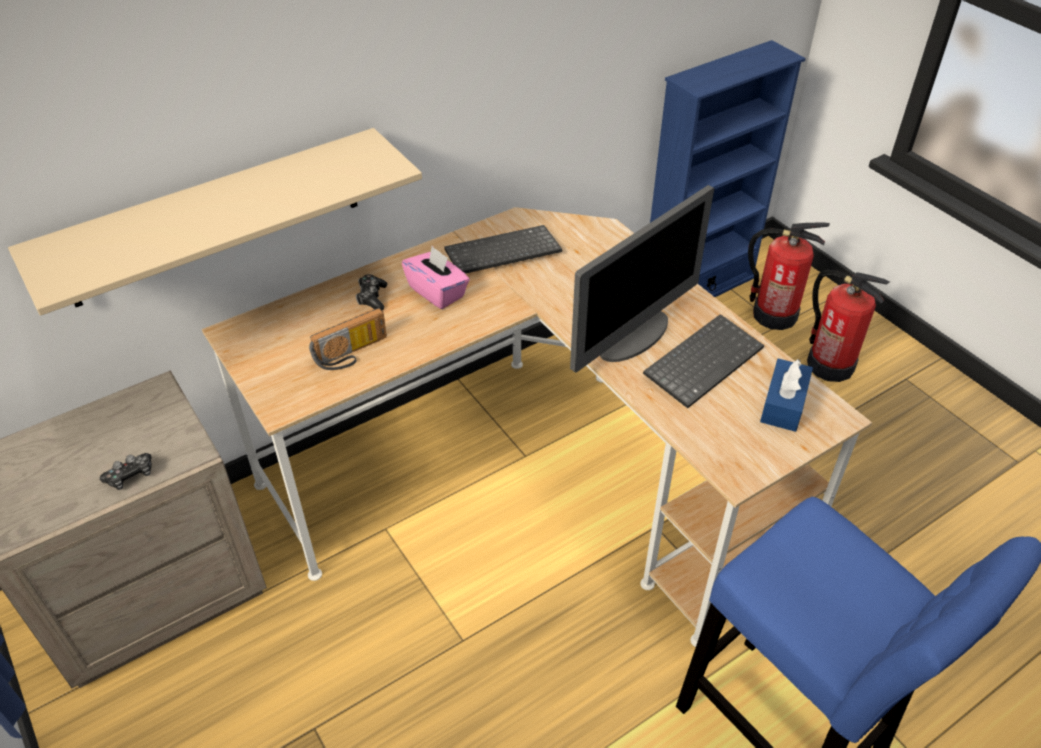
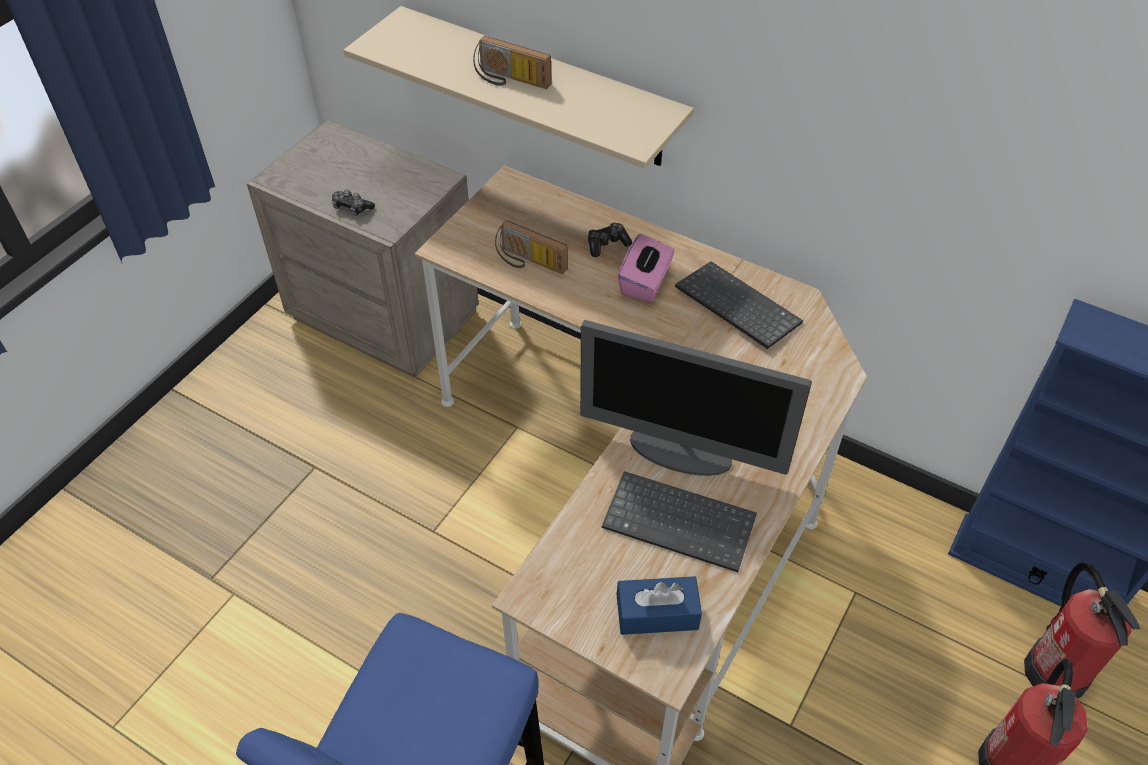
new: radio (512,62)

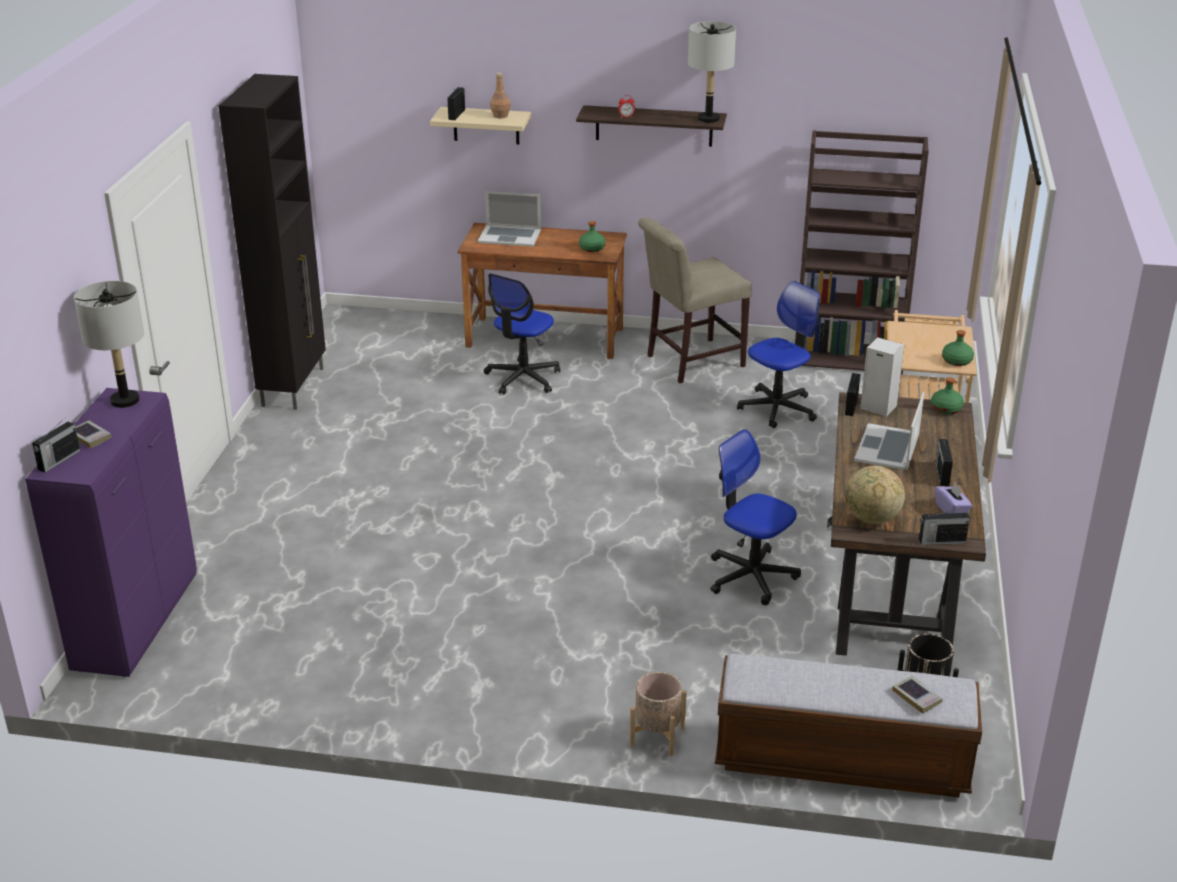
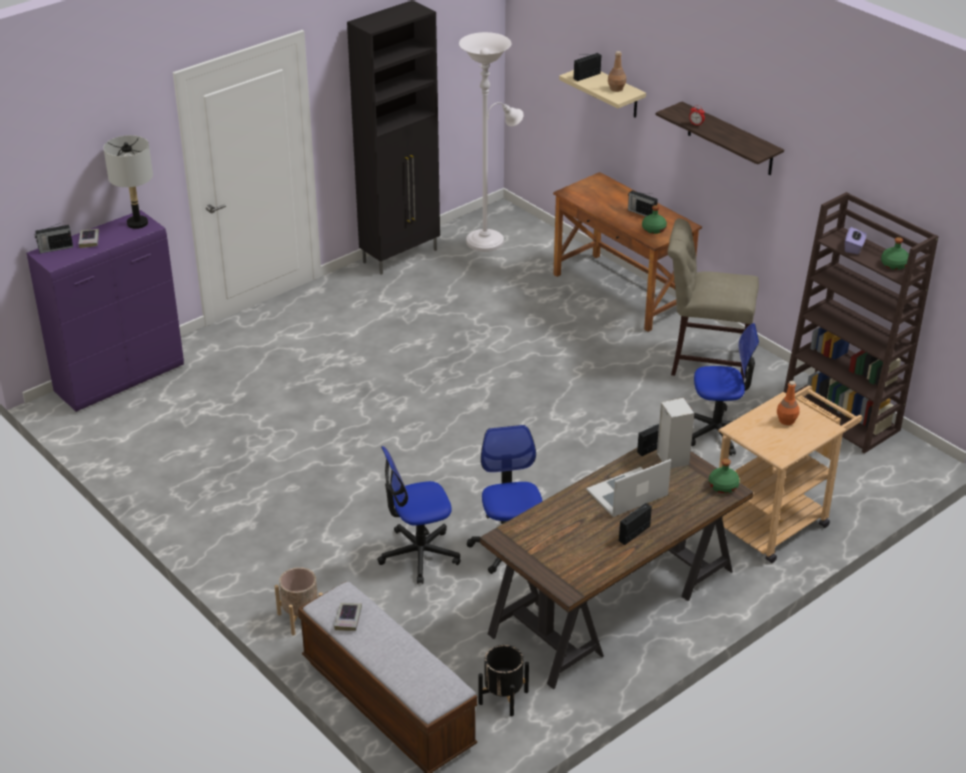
gone: portátil (509,219); lámpara de mesa [gris] (712,72); globo terráqueo (875,495)
new: lámpara de pie [blanco] (491,142); botella [naranja] (788,403)
shifted: silla de oficina (522,334) to (419,515); libro (917,695) to (348,617); radio (944,526) to (643,203); caja de pañuelos [morado] (953,498) to (856,240); botella [verde] (958,348) to (895,253)

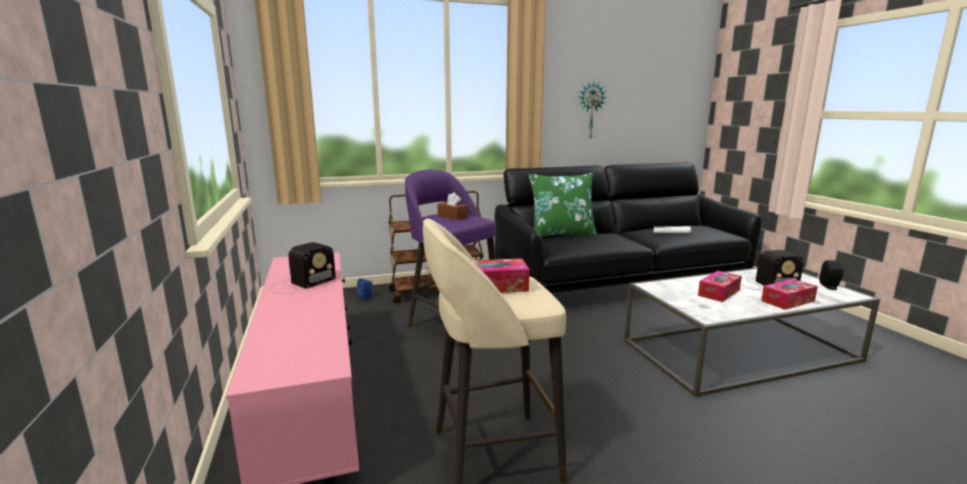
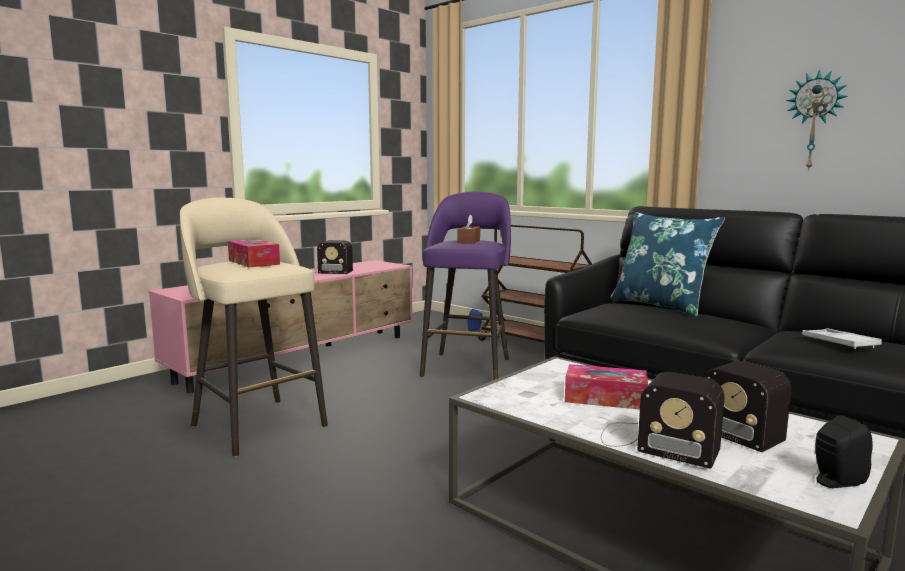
swapped: caja de pañuelos (789,294) to radio (662,420)
repainted: cojín [verde] (563,205) to cojín [azul] (667,264)

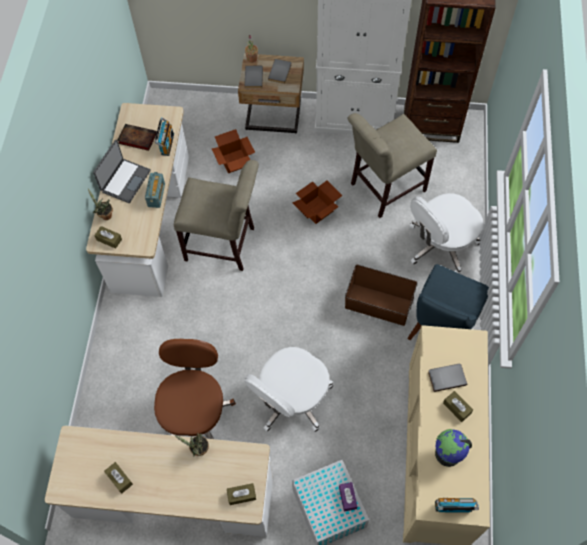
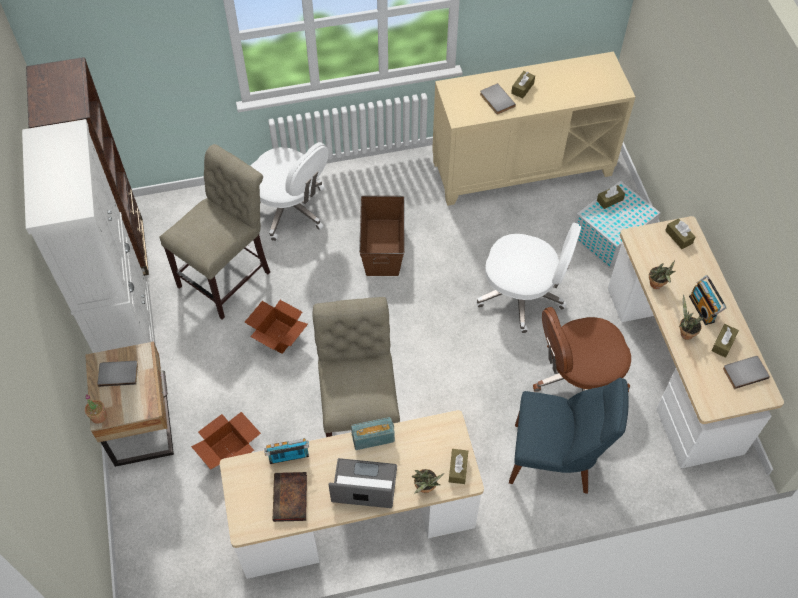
gone: globo terráqueo (453,448)
new: planta en maceta (691,317)
shifted: libro [gris] (253,77) to (746,372); silla [azul] (448,302) to (569,435); radio (457,505) to (708,300)
repainted: caja de pañuelos [morado] (348,497) to caja de pañuelos [marrón] (611,197)
rotated: silla [beis] (392,165) = (214,231) 90 degrees counterclockwise

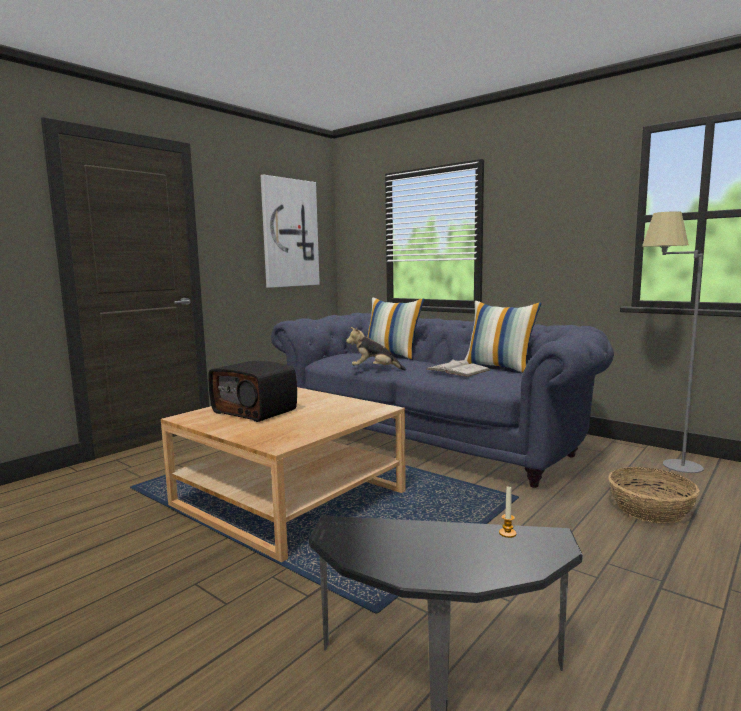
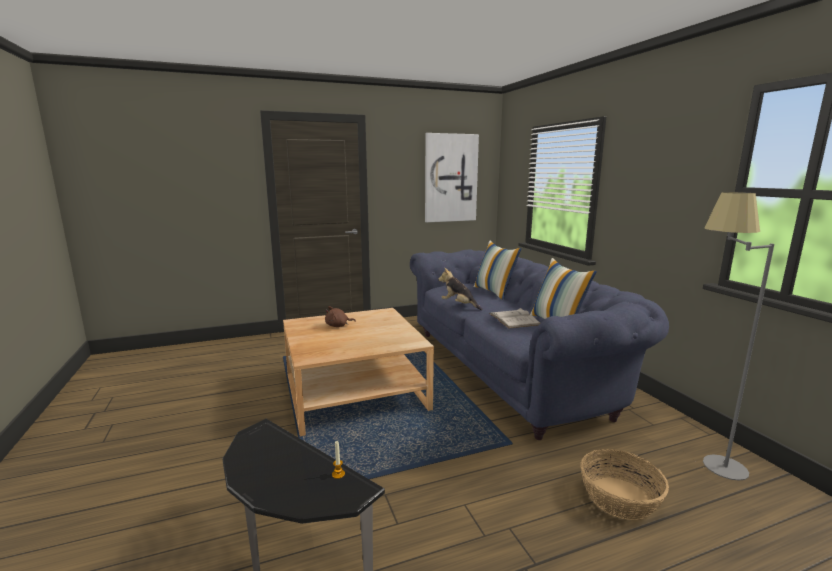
swapped: radio (252,391) to peluche [marrón] (340,316)

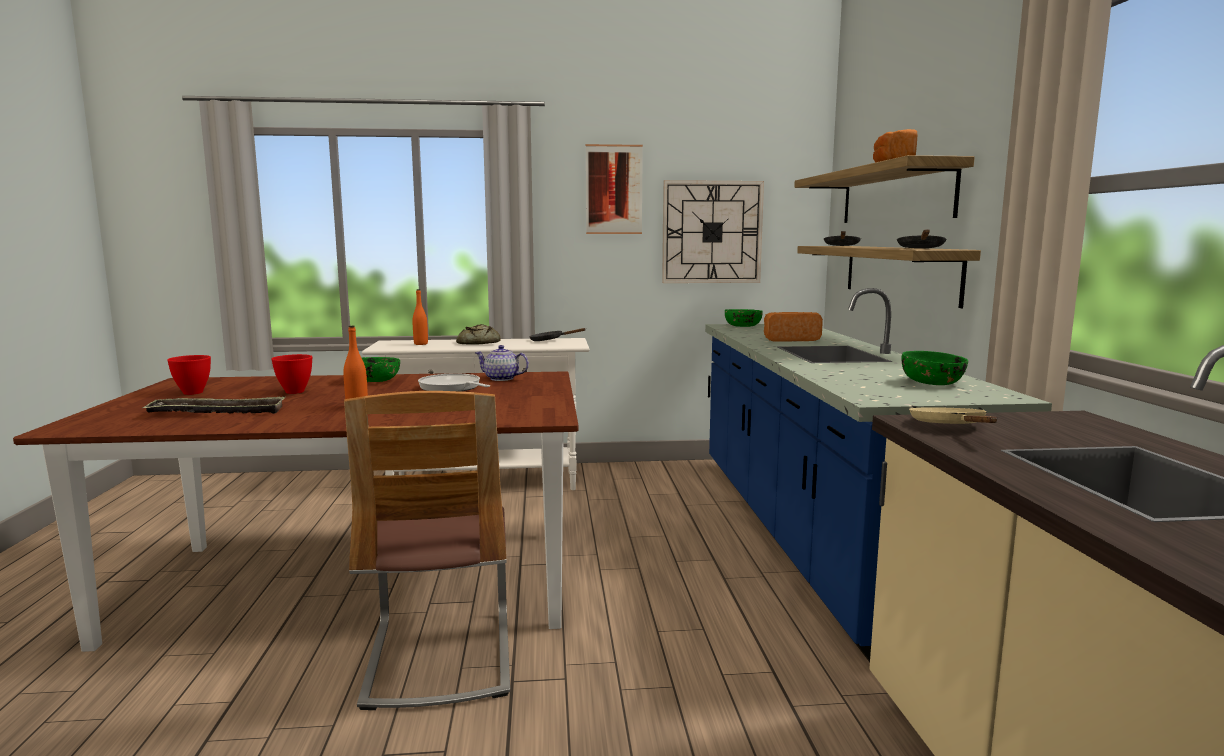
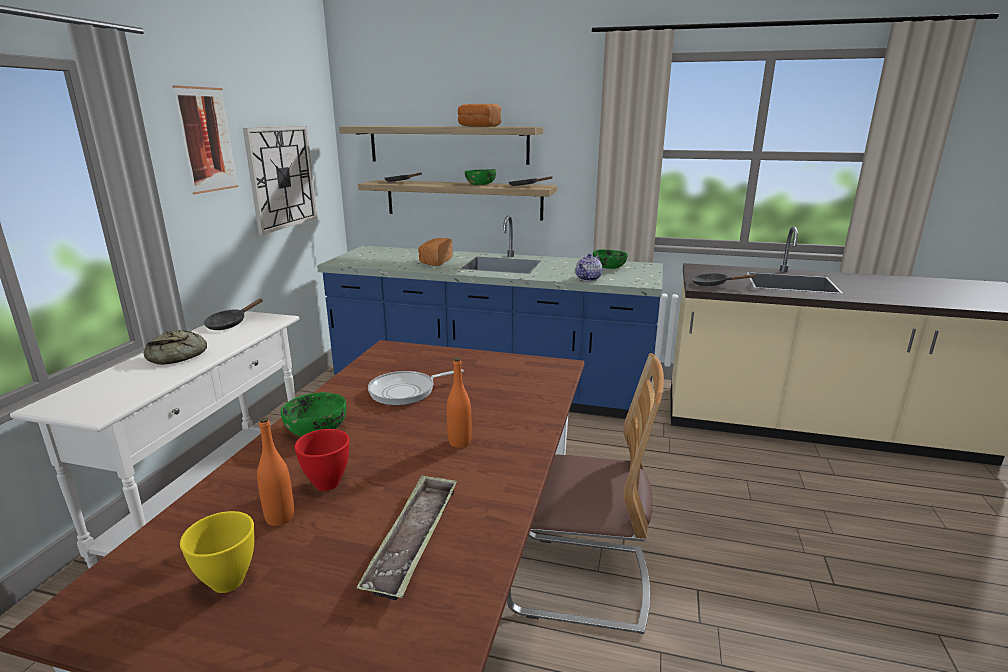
shifted: botella [naranja] (420,317) to (275,471); tetera (502,363) to (589,267); cuenco [verde] (744,318) to (480,177)
repainted: cuenco [rojo] (189,375) to cuenco [amarillo] (217,552); sartén [beis] (953,415) to sartén [negro] (724,279)

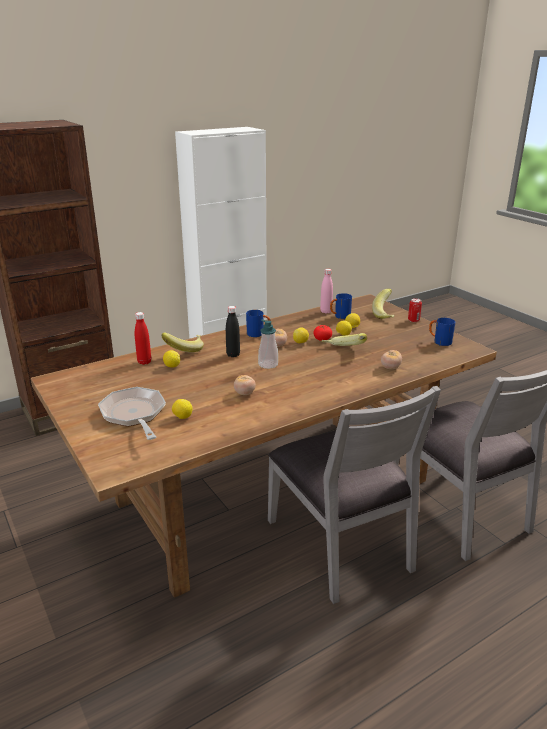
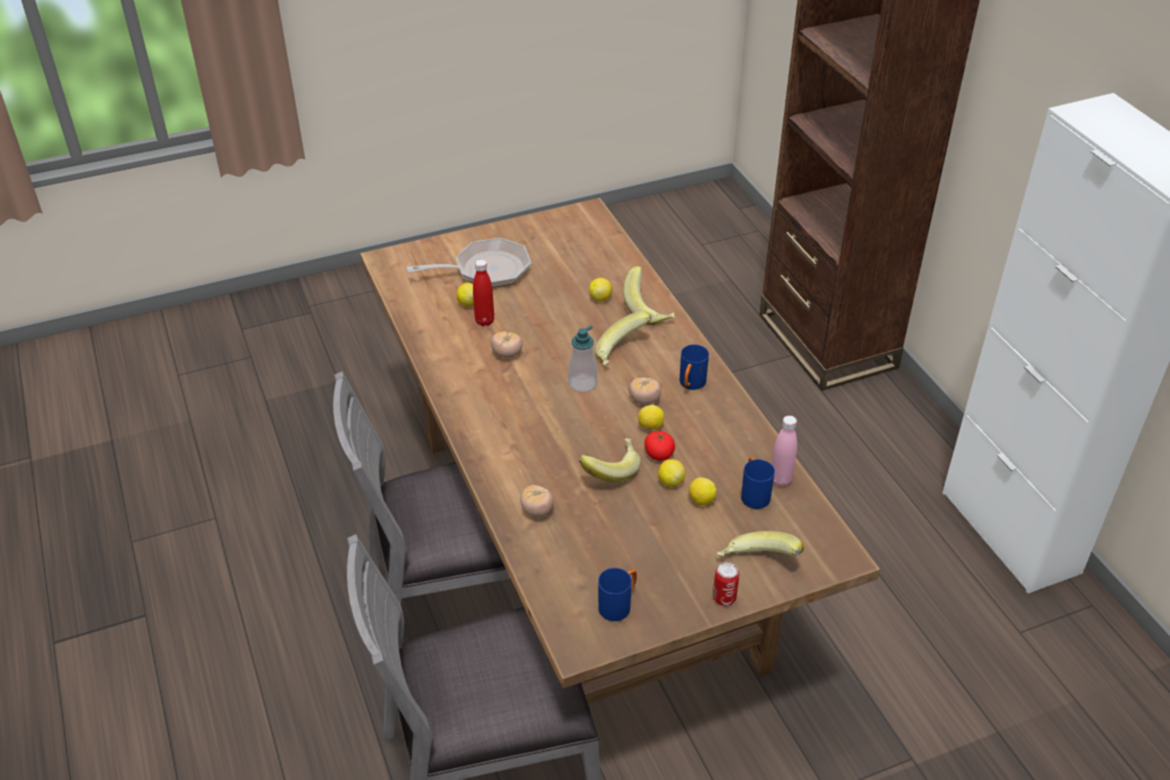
shifted: botella [rojo] (143,338) to (483,292)
swapped: botella [negro] (233,331) to plátano (623,338)

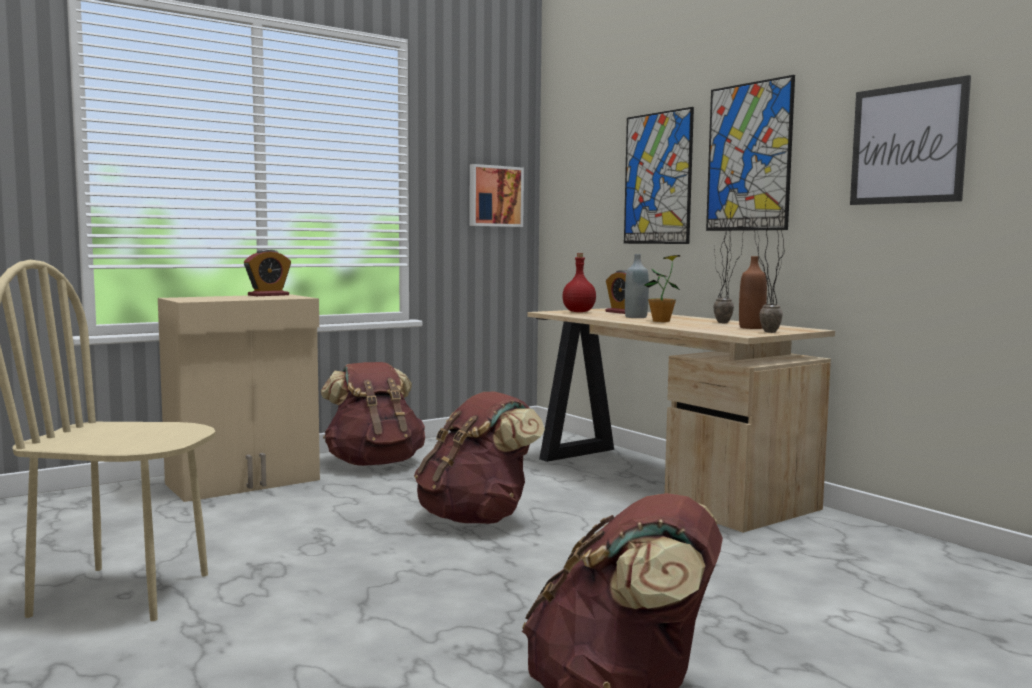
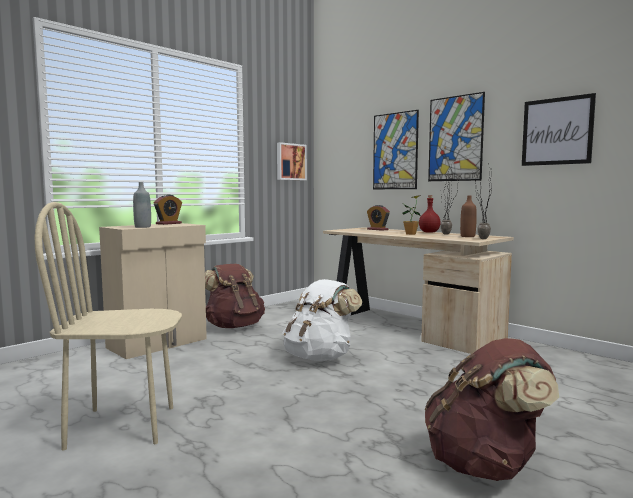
shifted: botella [rojo] (579,282) to (430,214); botella [gris] (637,286) to (142,205)
repainted: mochila [marrón] (479,457) to mochila [blanco] (322,320)

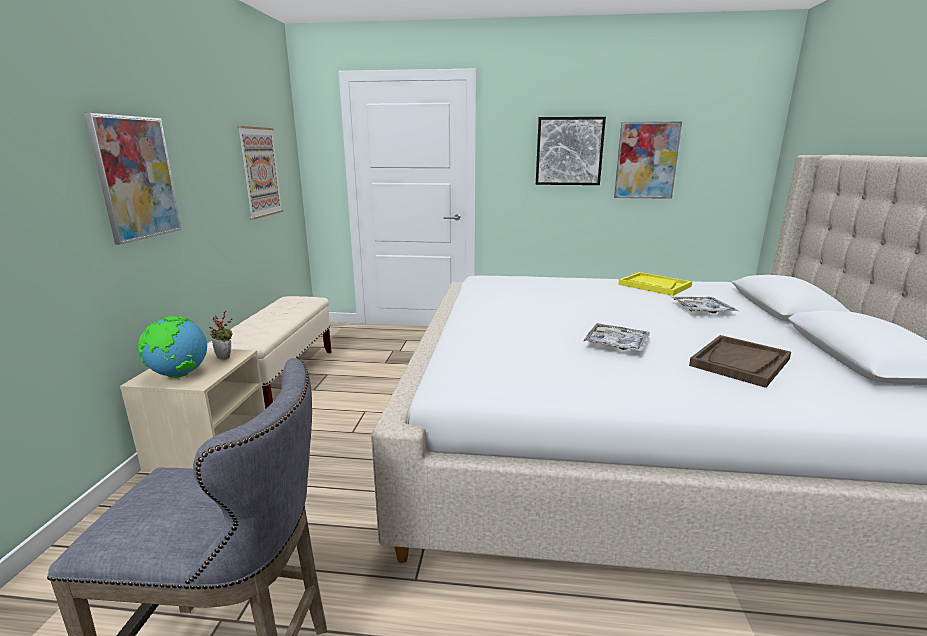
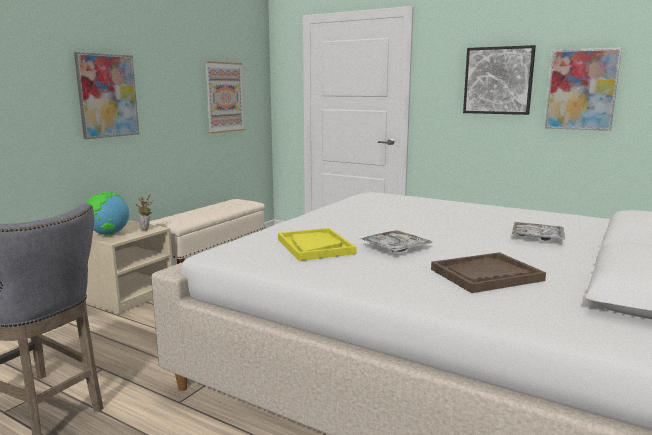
shifted: bandeja [amarillo] (655,284) to (317,244)

